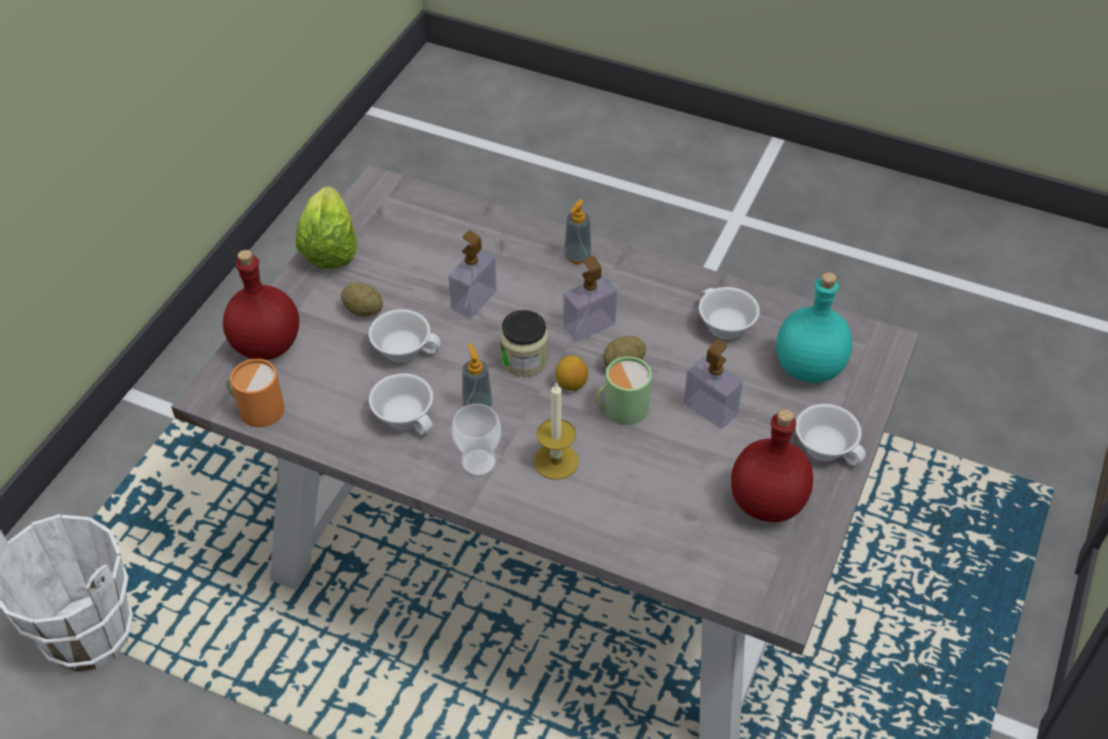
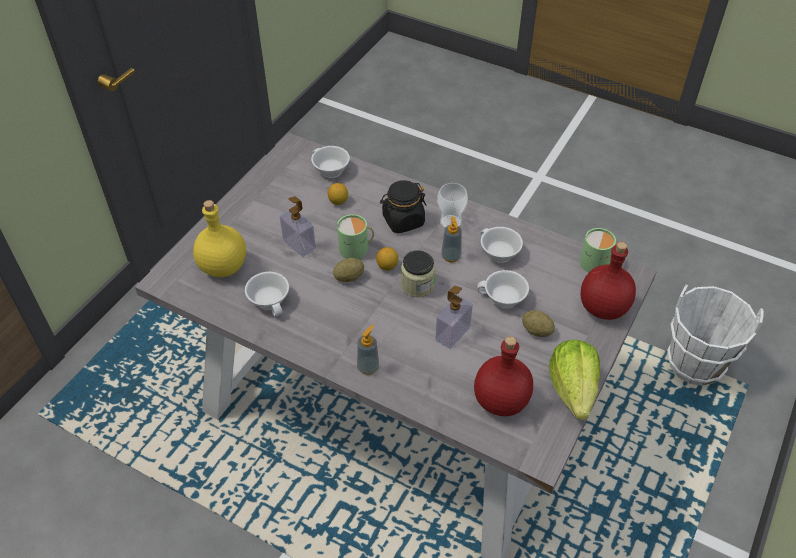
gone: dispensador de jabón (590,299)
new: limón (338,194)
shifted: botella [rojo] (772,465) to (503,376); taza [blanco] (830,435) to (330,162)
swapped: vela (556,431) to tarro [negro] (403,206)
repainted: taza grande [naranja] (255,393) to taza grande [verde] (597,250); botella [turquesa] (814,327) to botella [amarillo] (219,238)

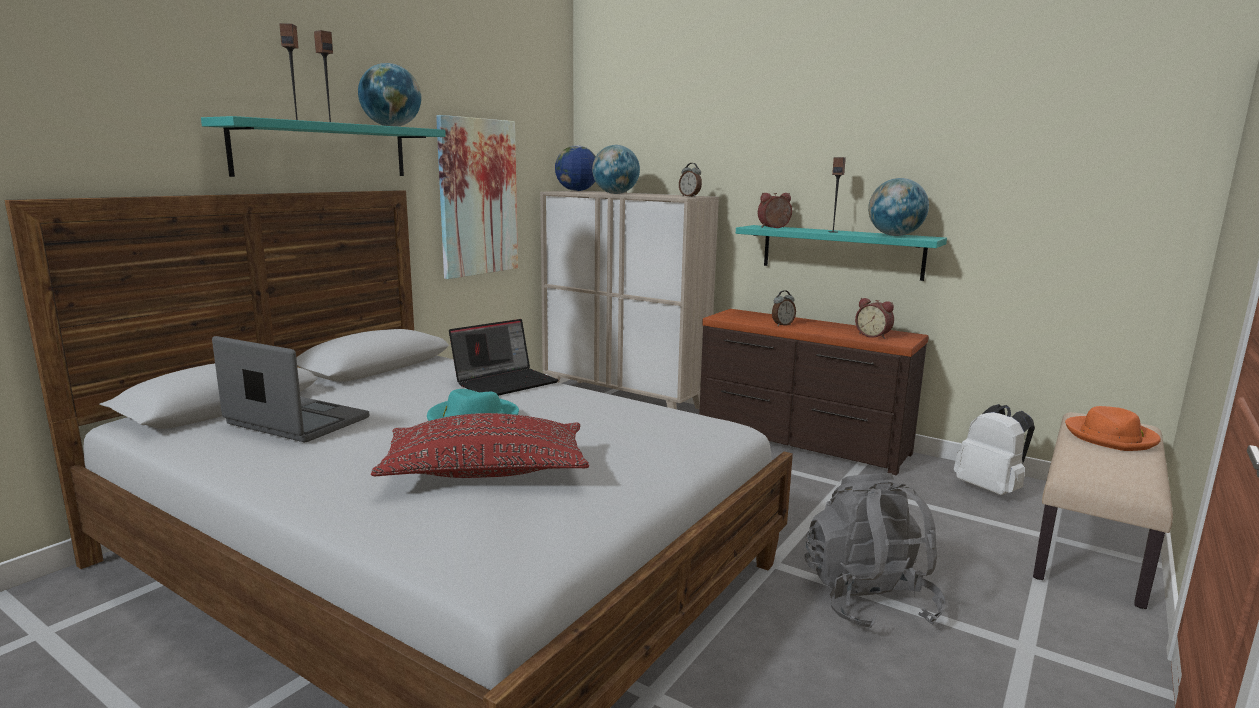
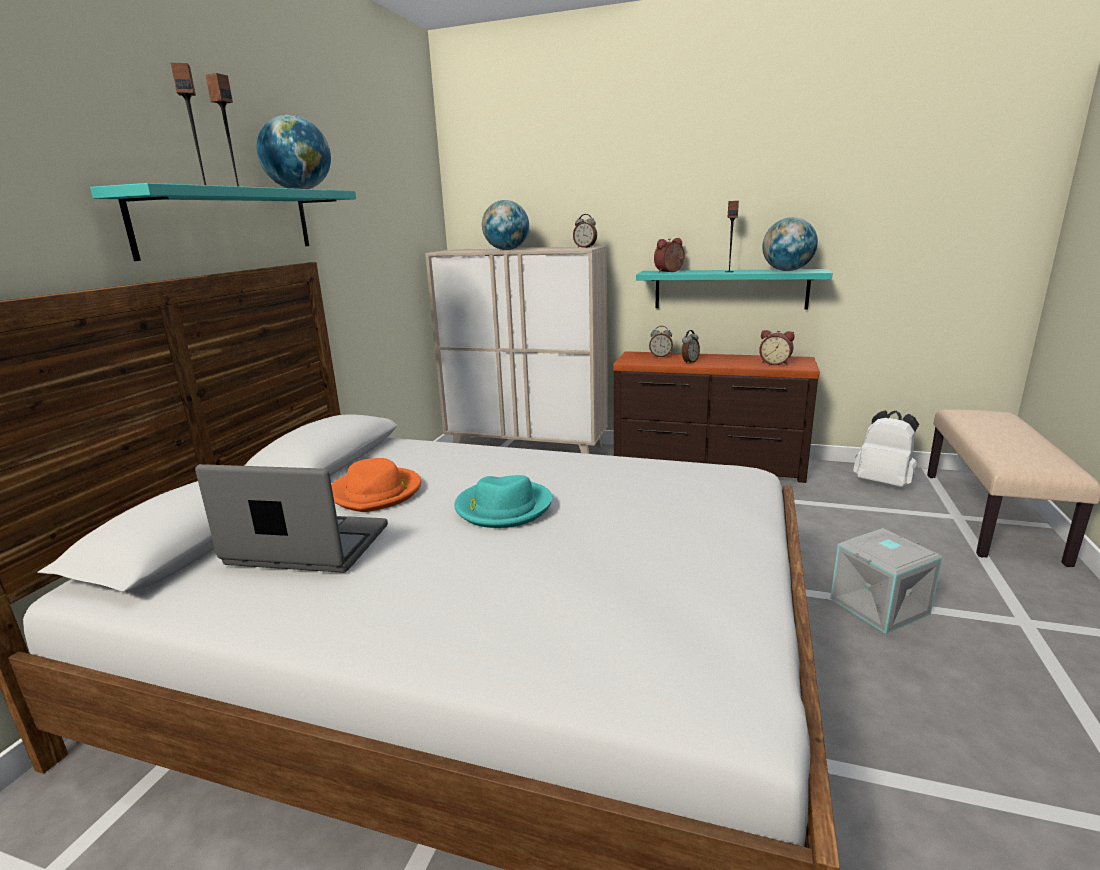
gone: cojín [rojo] (480,445); cuadro (477,197); portátil (503,357); globo terráqueo (575,168)
new: despertador (661,341)
shifted: sombrero [naranja] (1113,428) to (376,485)
swapped: mochila [gris] (875,551) to caja de almacenaje [gris] (886,581)

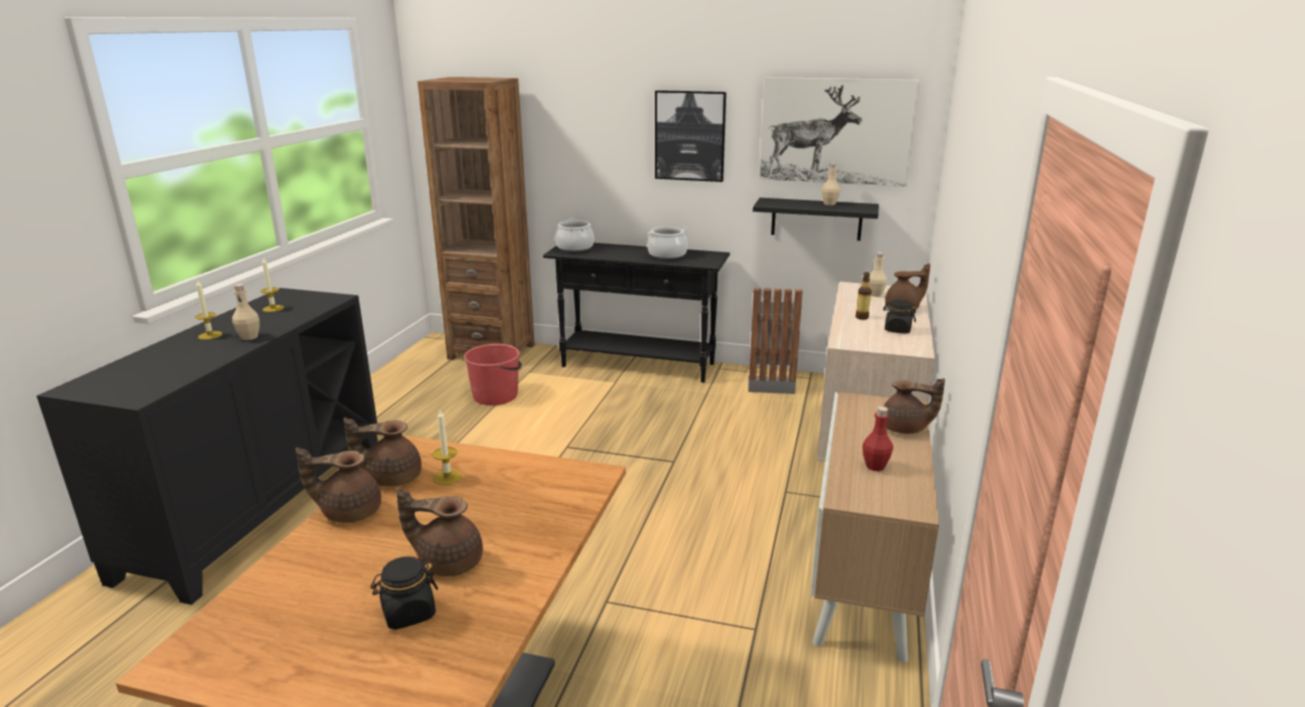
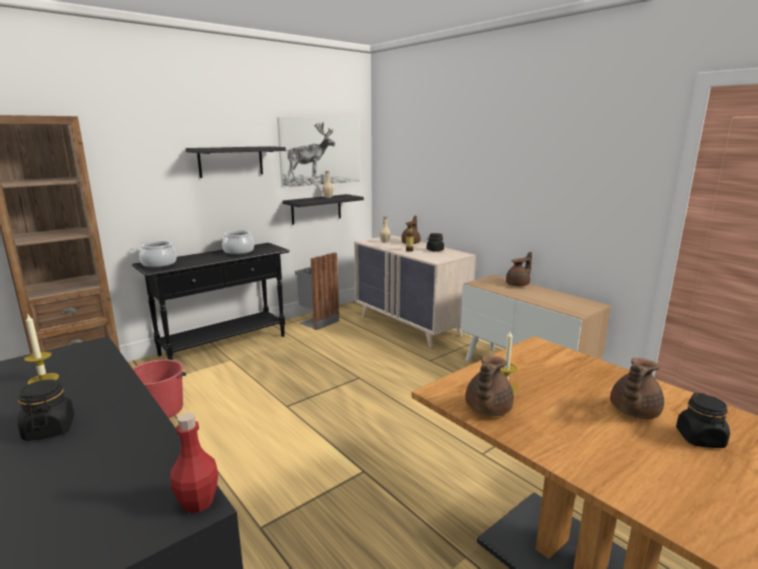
gone: botella [beis] (245,312); tetera [marrón] (338,485)
shifted: botella [rojo] (877,438) to (194,462)
swapped: vela (208,310) to tarro [negro] (46,410); cuadro (690,136) to estante [negro] (235,162)

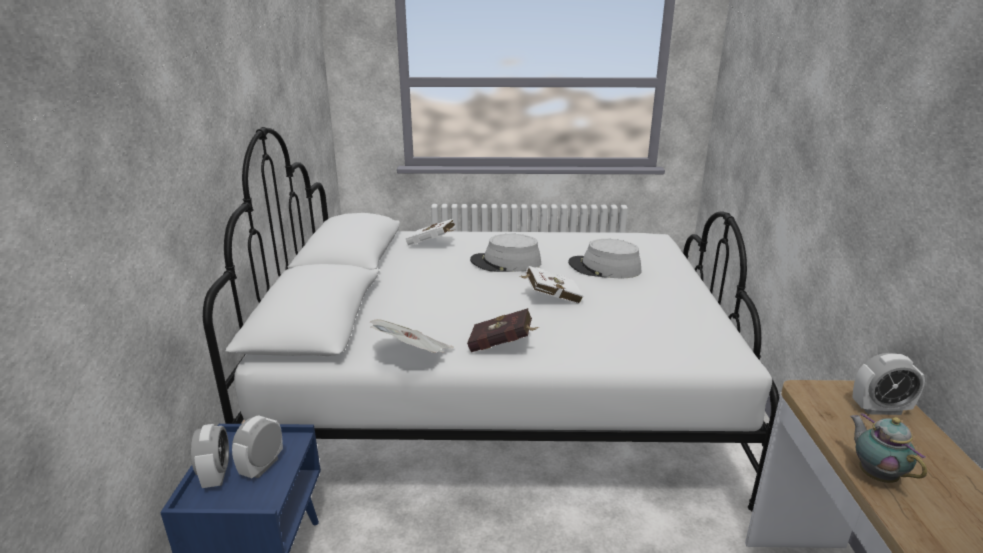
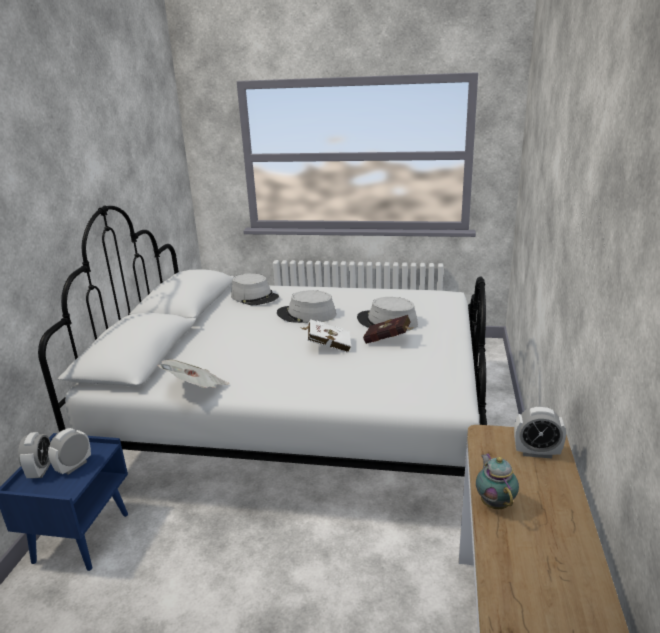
shifted: libro [rojo] (503,330) to (388,329)
swapped: libro [blanco] (431,232) to sombrero [gris] (255,289)

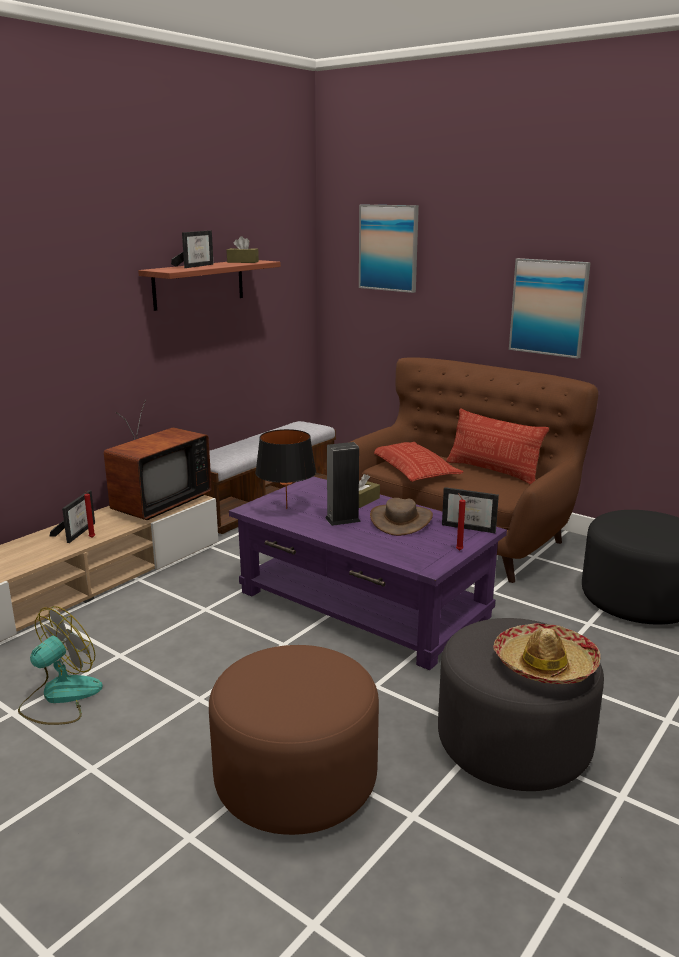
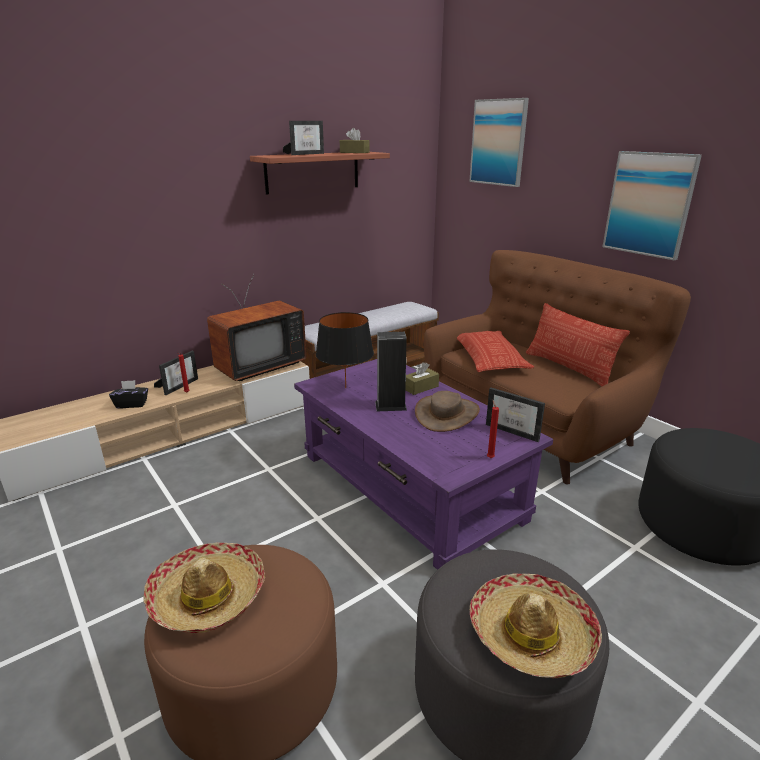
gone: ventilador (60,665)
new: caja de pañuelos [negro] (128,394); sombrero (204,587)

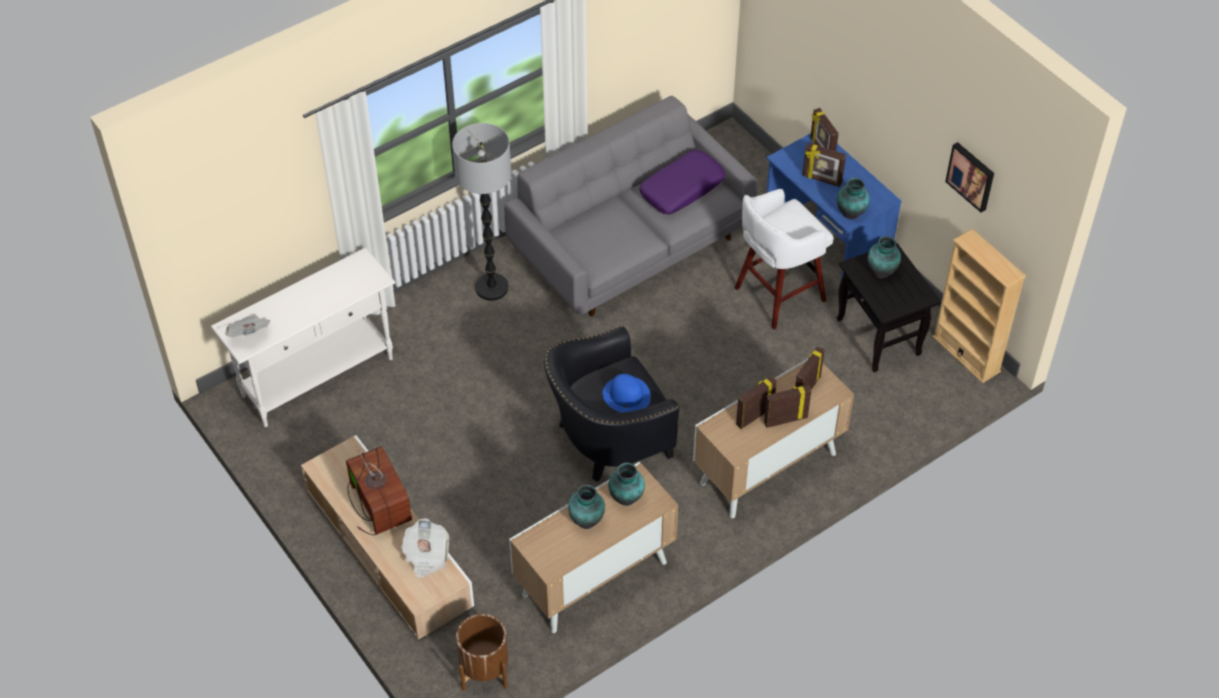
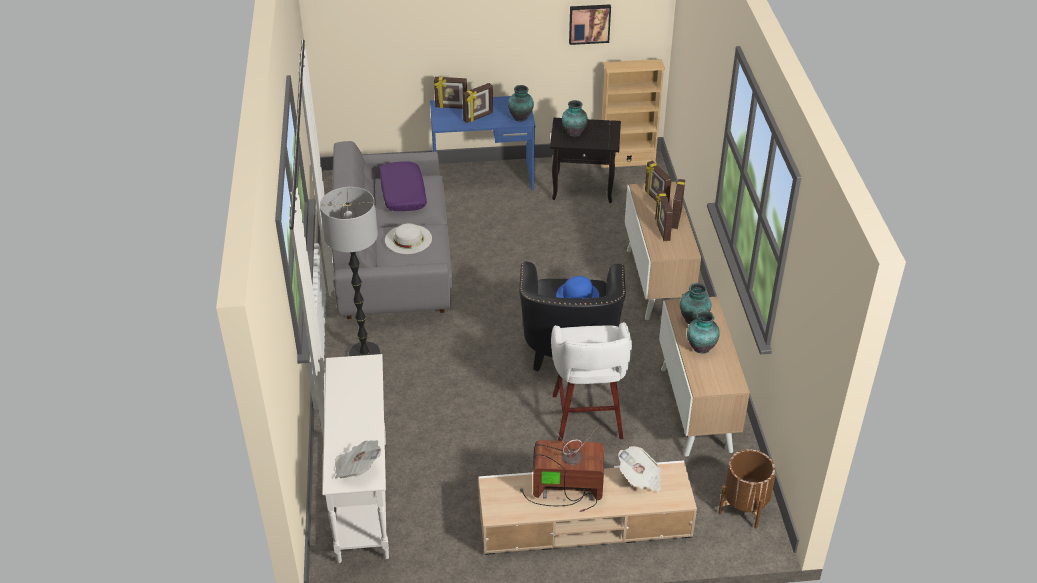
new: sombrero [blanco] (408,238)
shifted: taburete [blanco] (784,259) to (591,381)

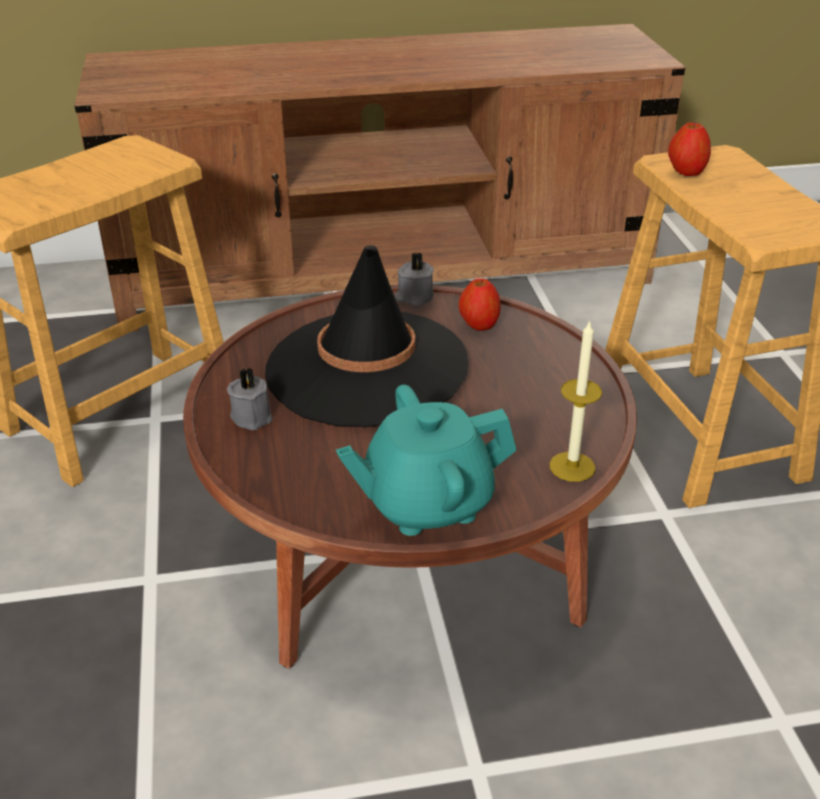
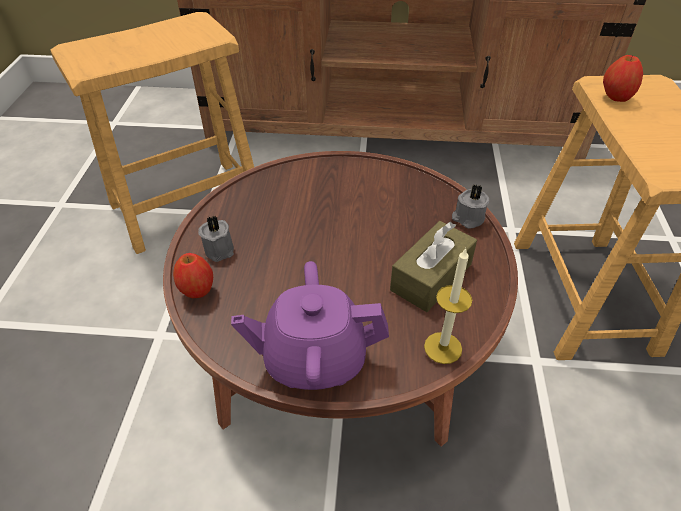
gone: sombrero [negro] (366,336)
new: caja de pañuelos [marrón] (433,266)
shifted: vela [gris] (414,279) to (470,206); manzana (479,304) to (193,275)
repainted: tetera [turquesa] (426,460) to tetera [morado] (310,325)

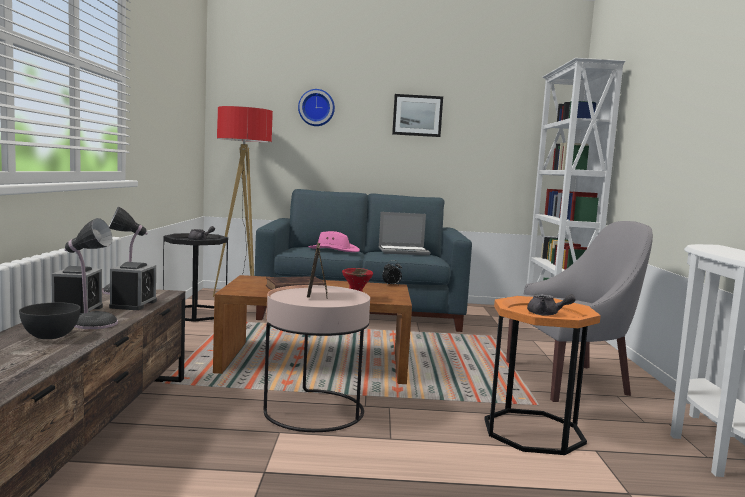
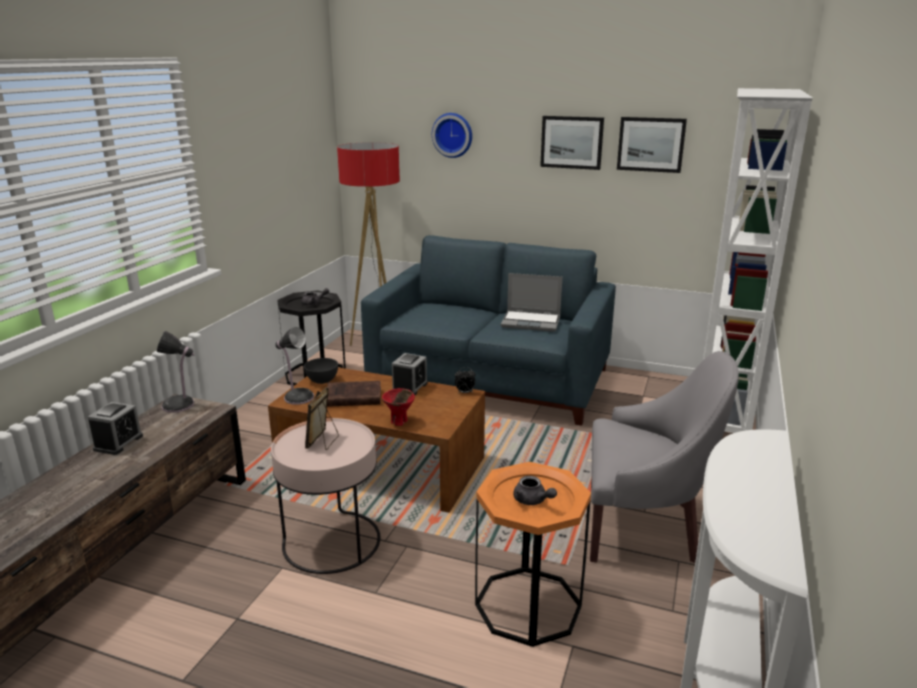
gone: sombrero [rosa] (334,241)
new: cuadro (652,145)
shifted: cuenco [gris] (50,320) to (321,371); lámpara de mesa (91,273) to (294,366); despertador (133,286) to (410,374)

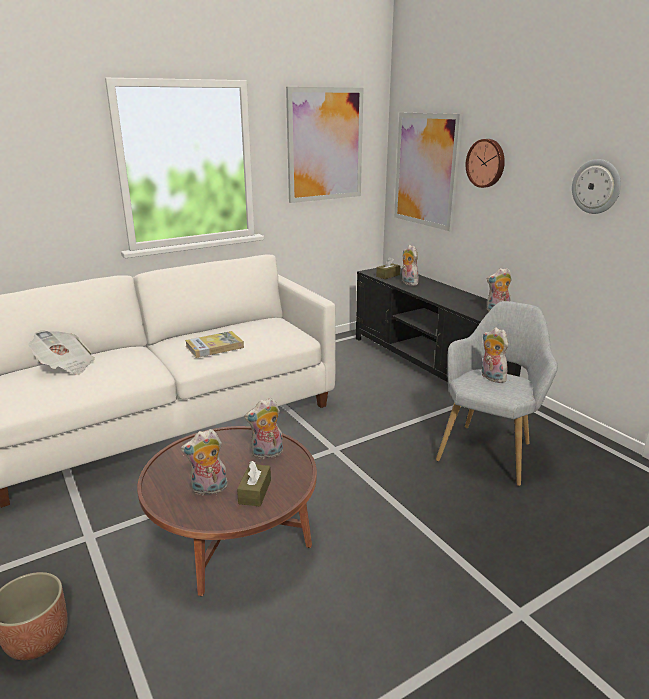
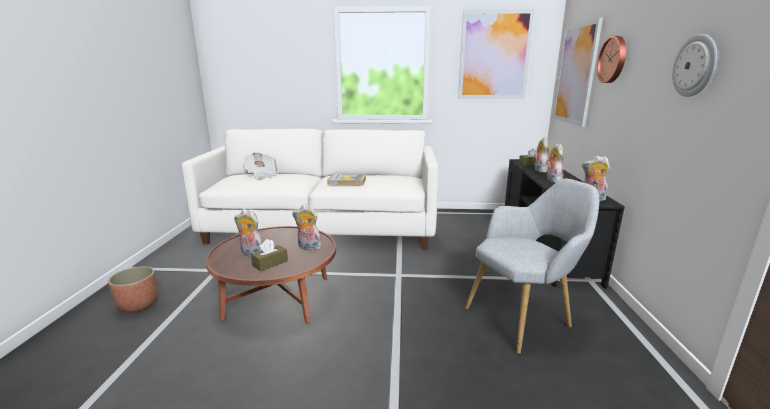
shifted: peluche (495,355) to (555,163)

